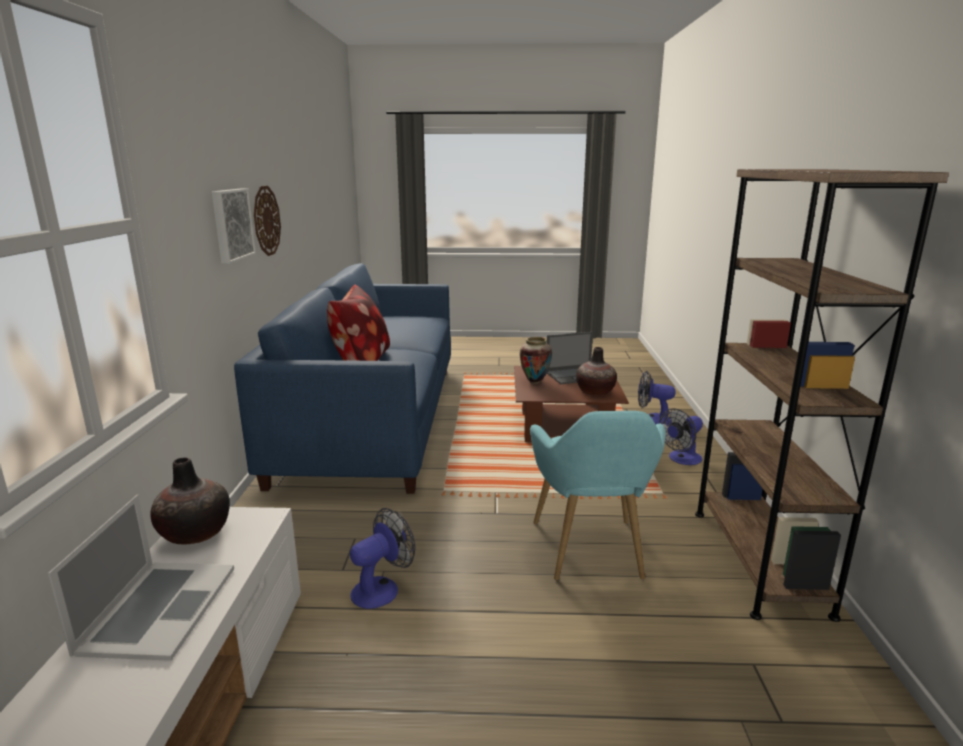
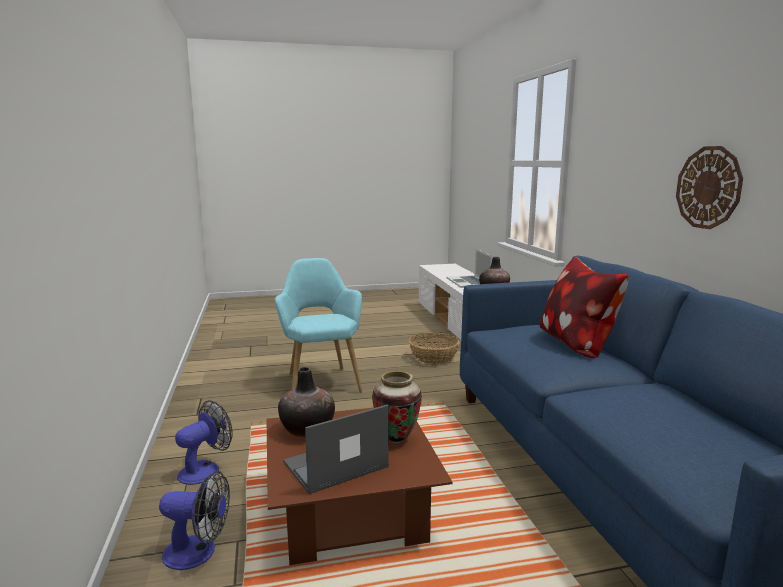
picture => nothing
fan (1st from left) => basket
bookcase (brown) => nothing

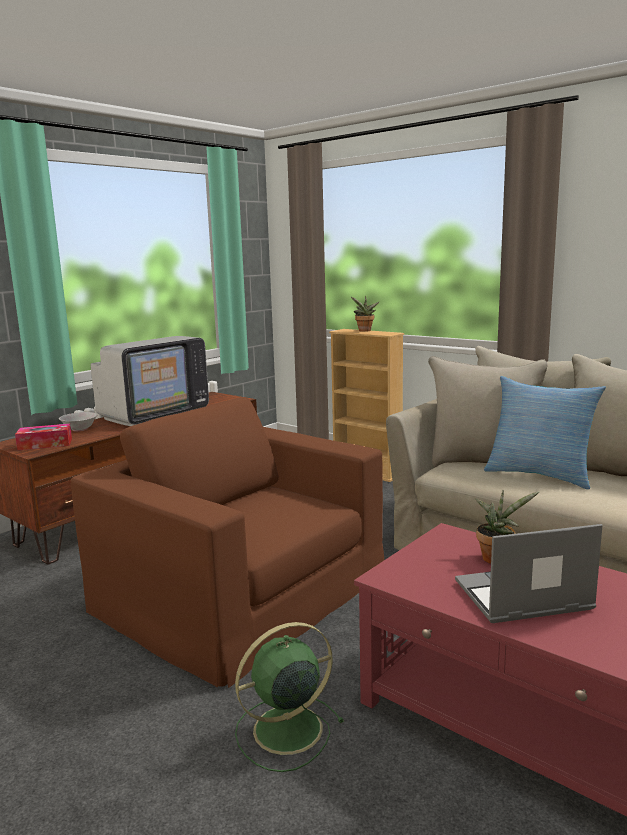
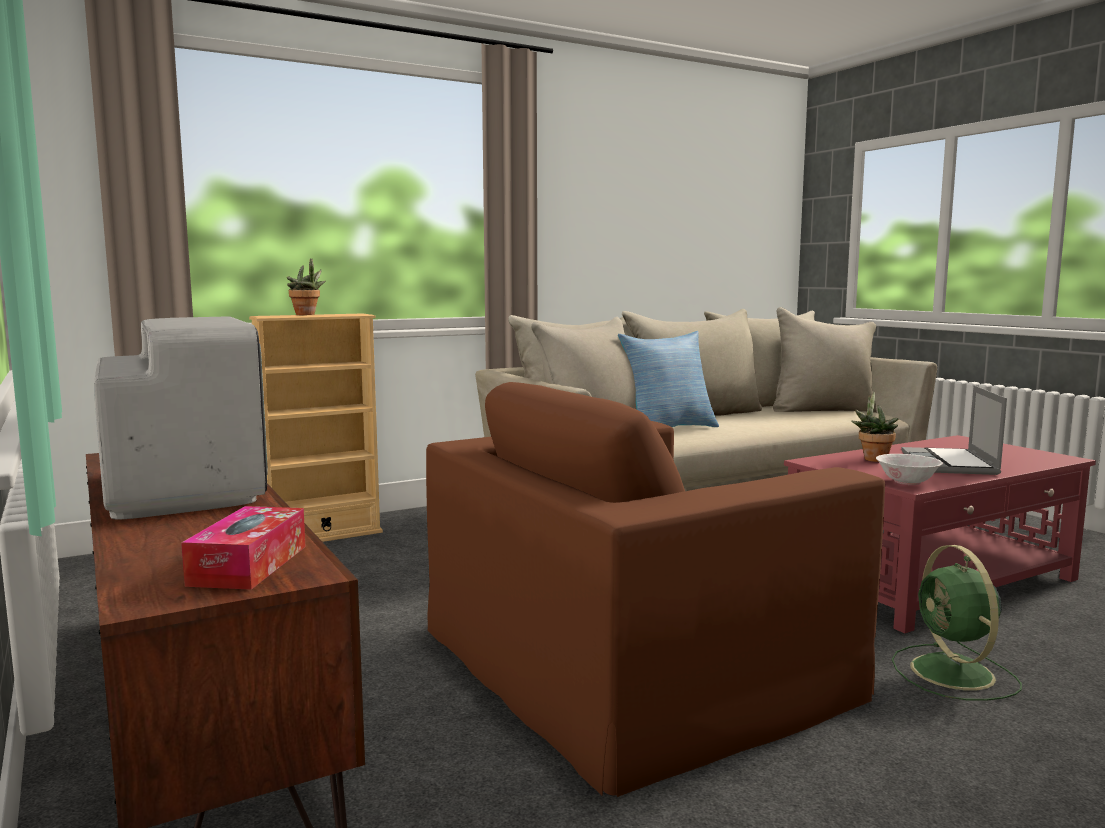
bowl (white), move

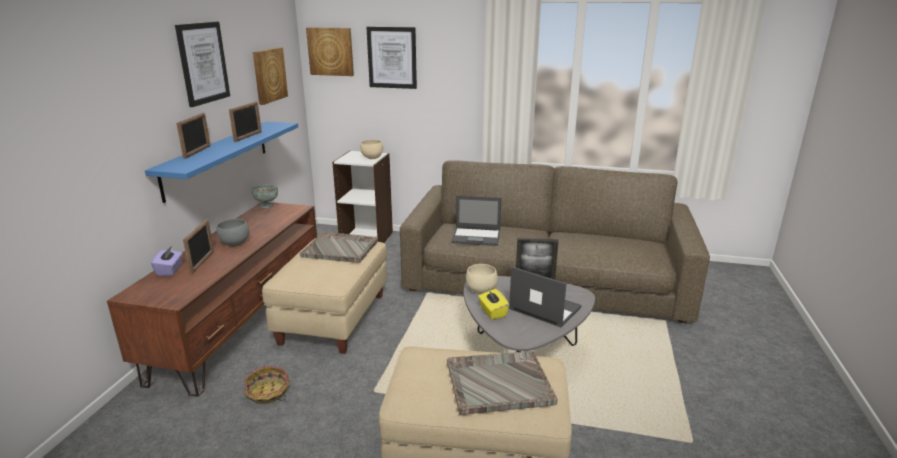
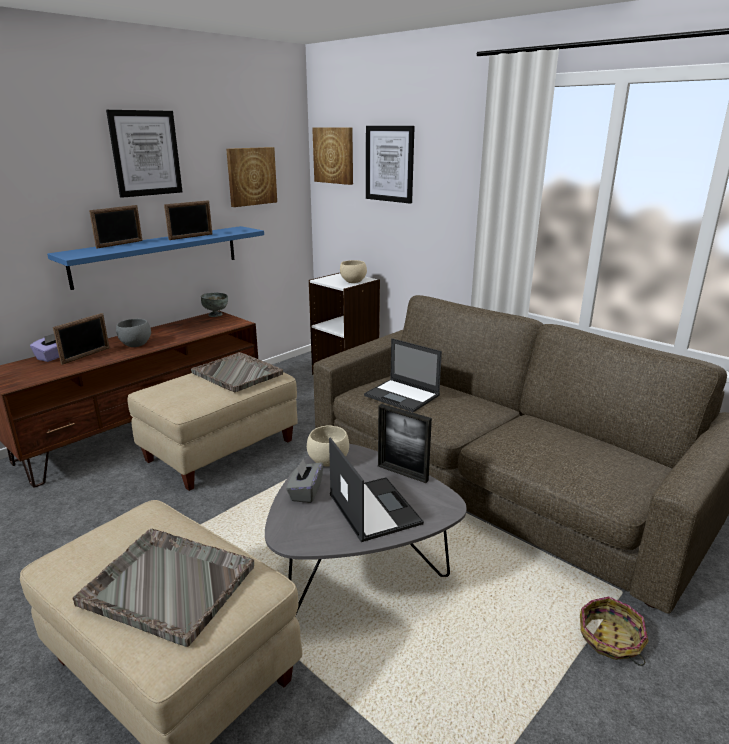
basket, move
tissue box (yellow) => tissue box (grey)

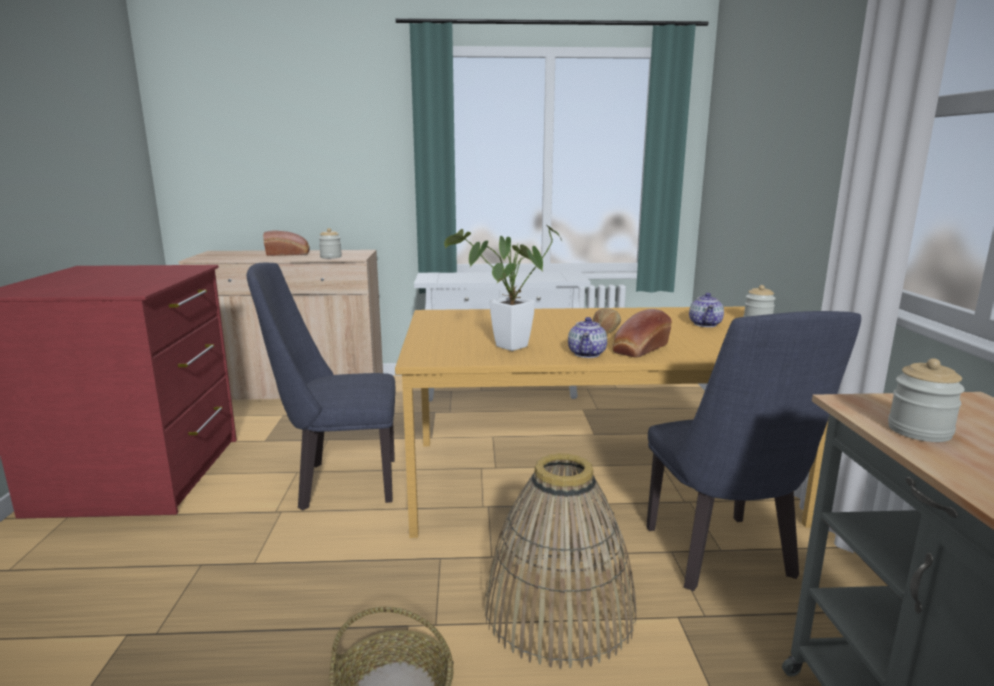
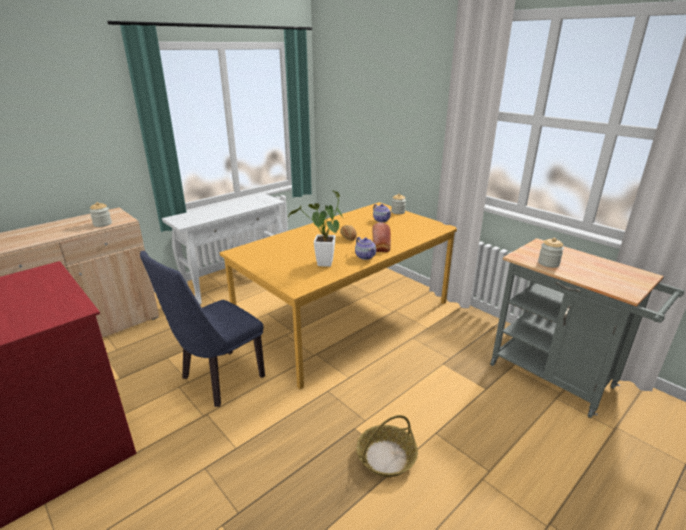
bread (1st from left) => nothing
basket (2nd from left) => nothing
chair (blue) (2nd from left) => nothing

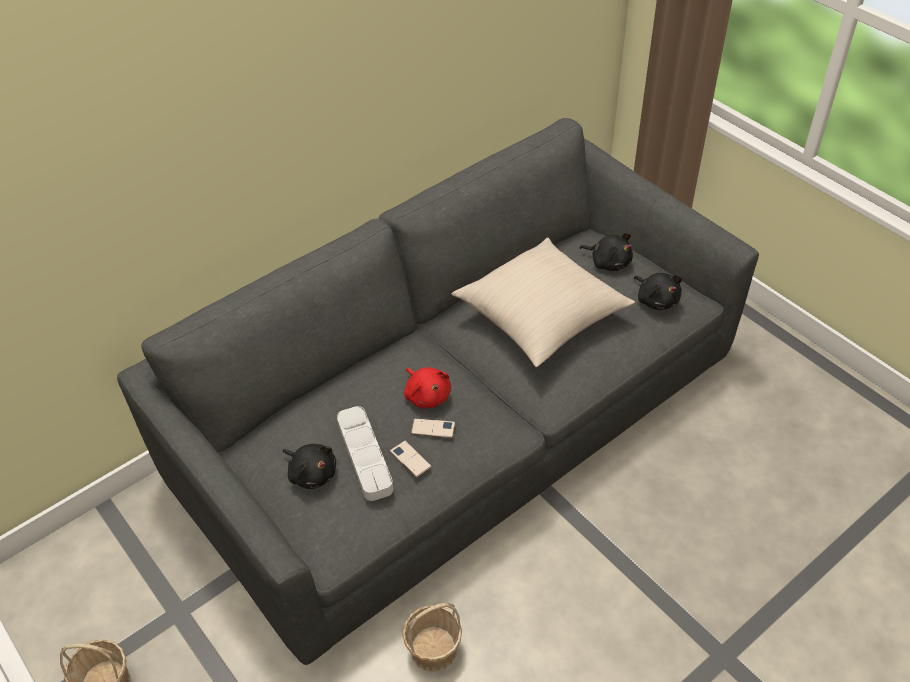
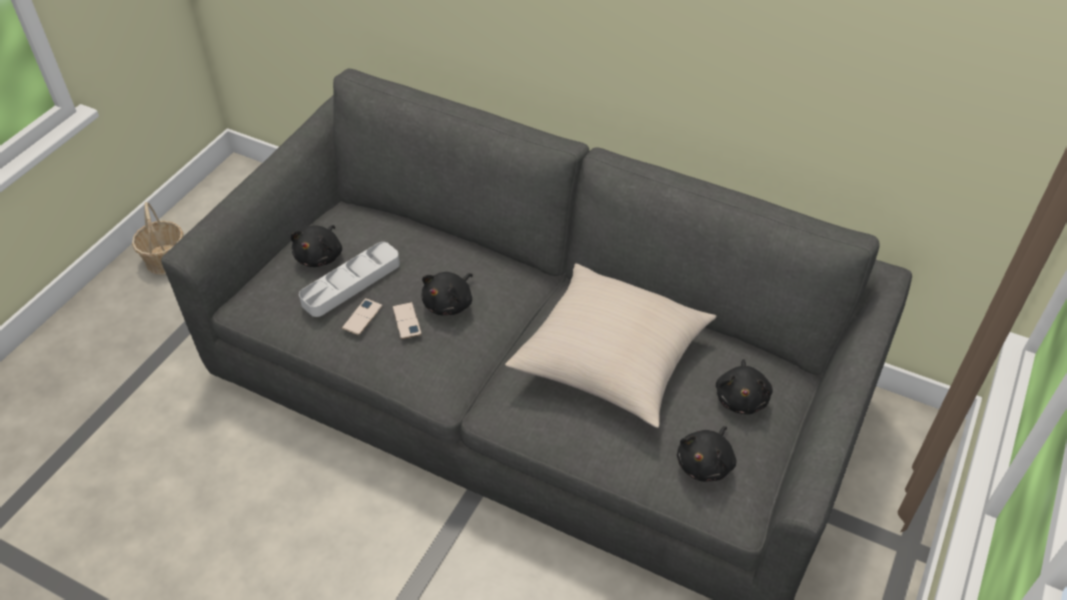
basket (2nd from left) => nothing
plush toy (red) => plush toy (black) (2nd from left)

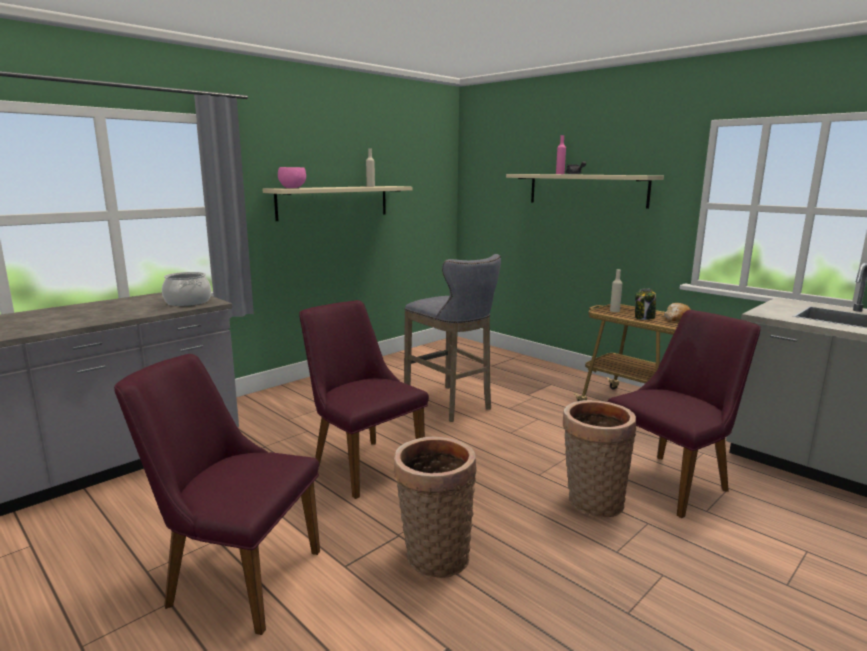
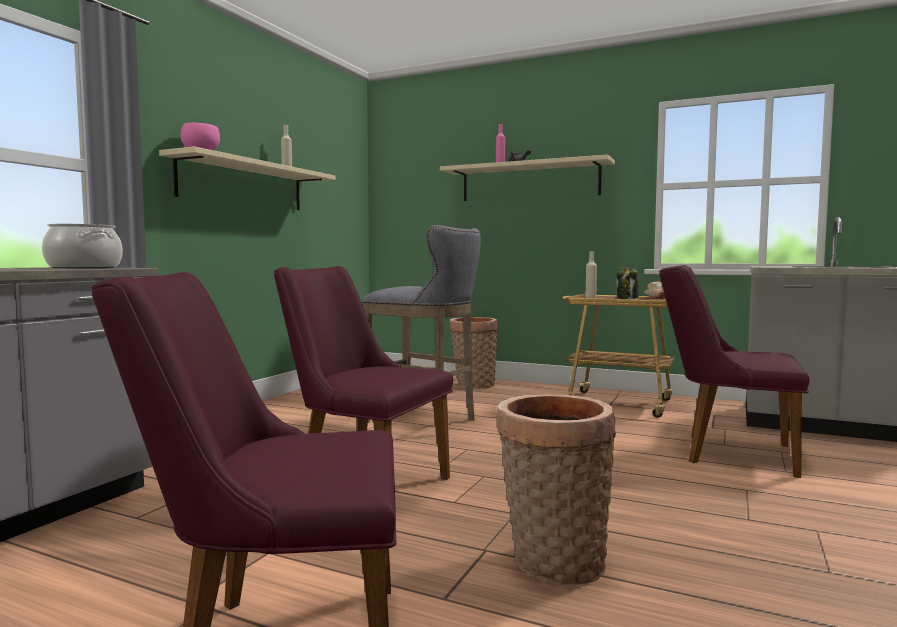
basket (2nd from left in the first image) => basket (1st from left), move
chair (purple) (3rd from left), 105 degrees counterclockwise

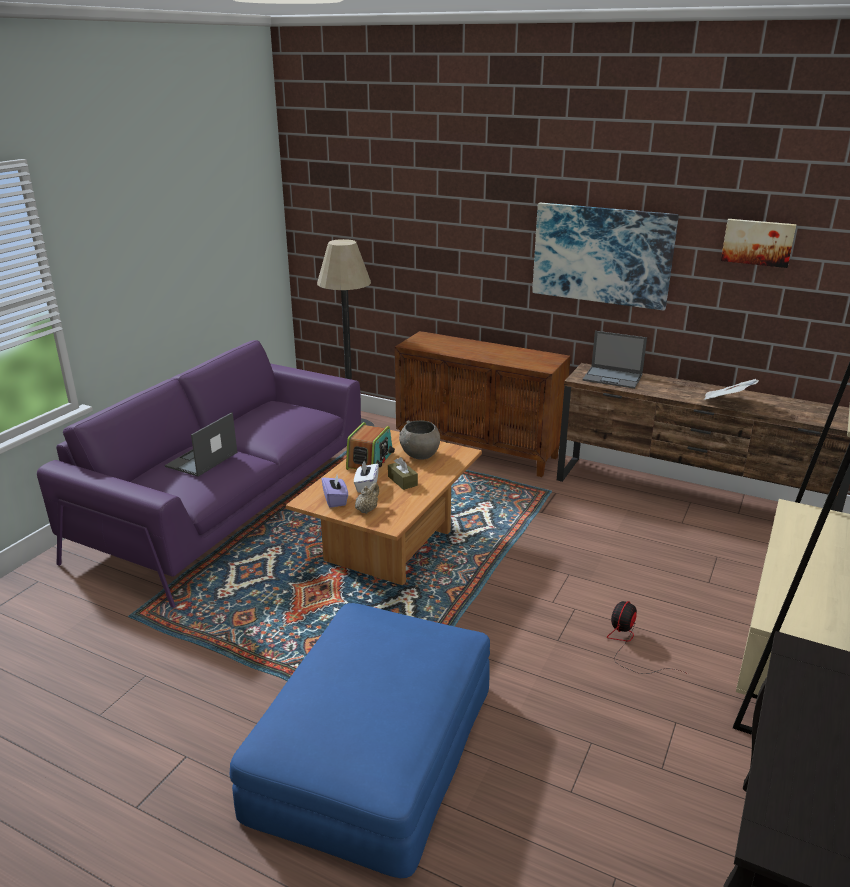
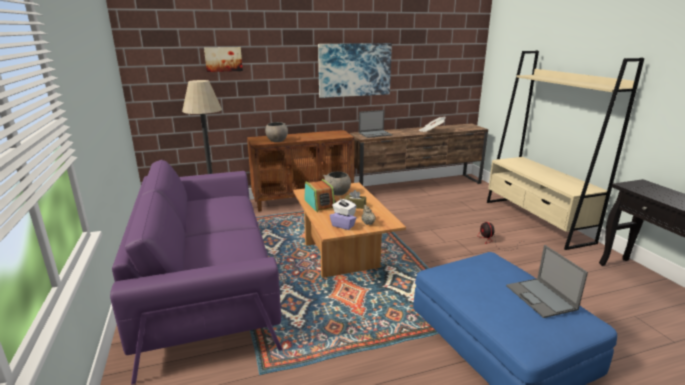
laptop (1st from left in the first image) => laptop (2nd from left), move
picture (2nd from left in the first image) => picture (1st from left), move
nothing => bowl (grey) (1st from left)

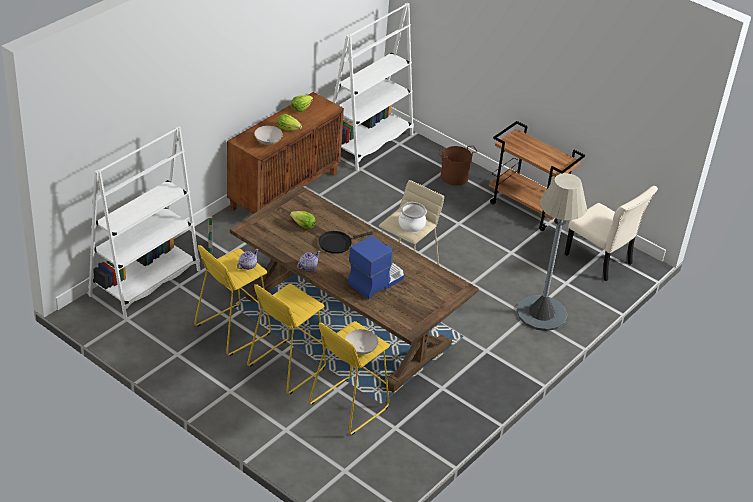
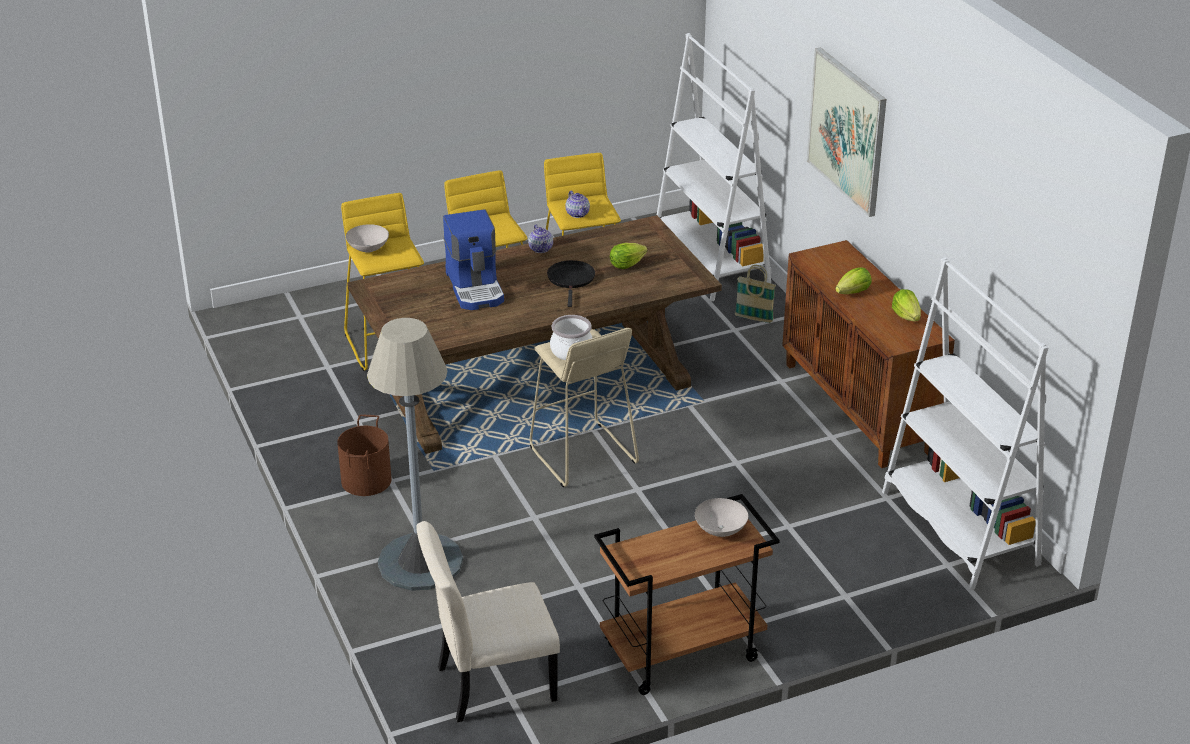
bowl (white) (1st from left in the first image) => bowl (white) (2nd from left), move
bucket (brown), move
nothing => picture

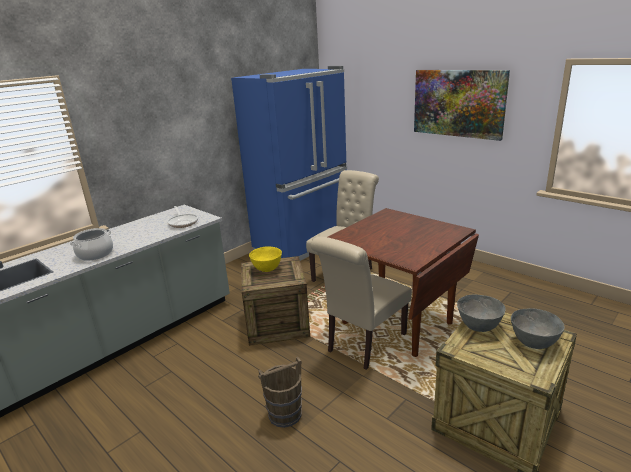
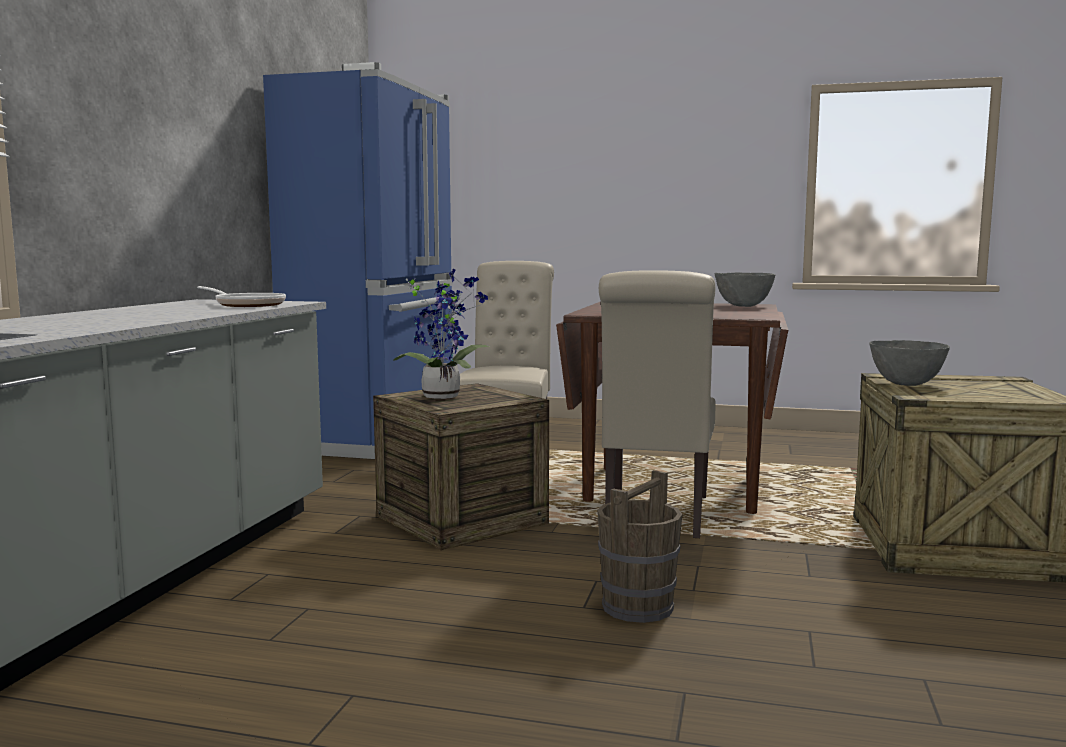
cooking pot => nothing
bowl (yellow) => potted plant
picture => nothing
bowl (grey) (2nd from left in the first image) => bowl (grey) (1st from left), move

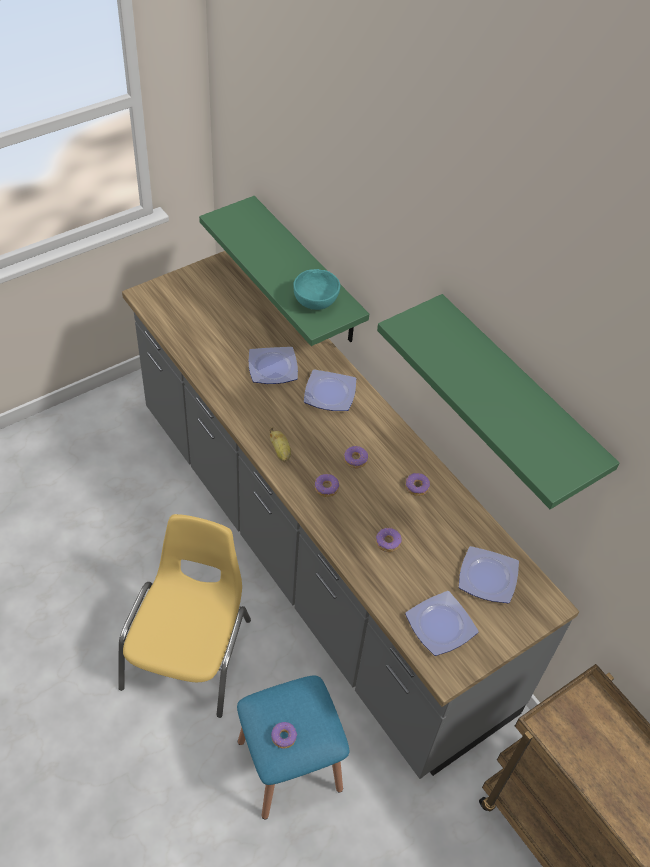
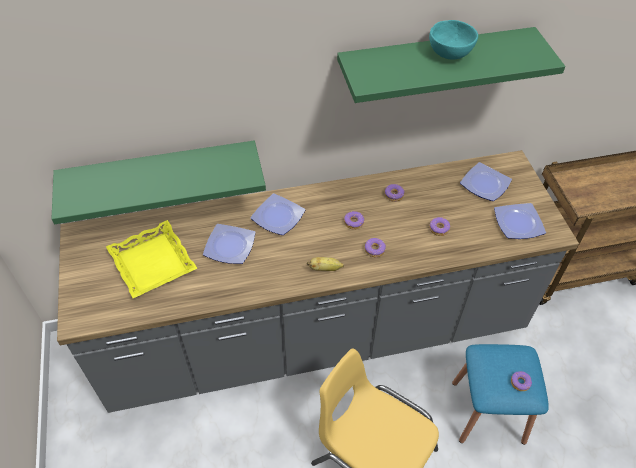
bowl (turquoise), move
nothing => tray (yellow)

